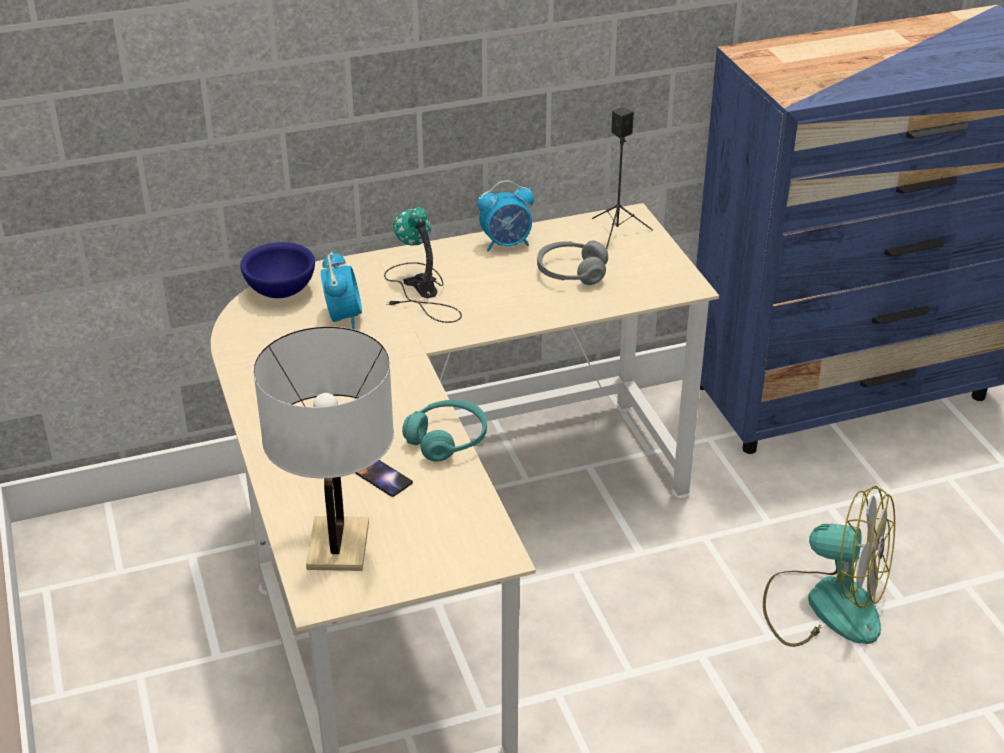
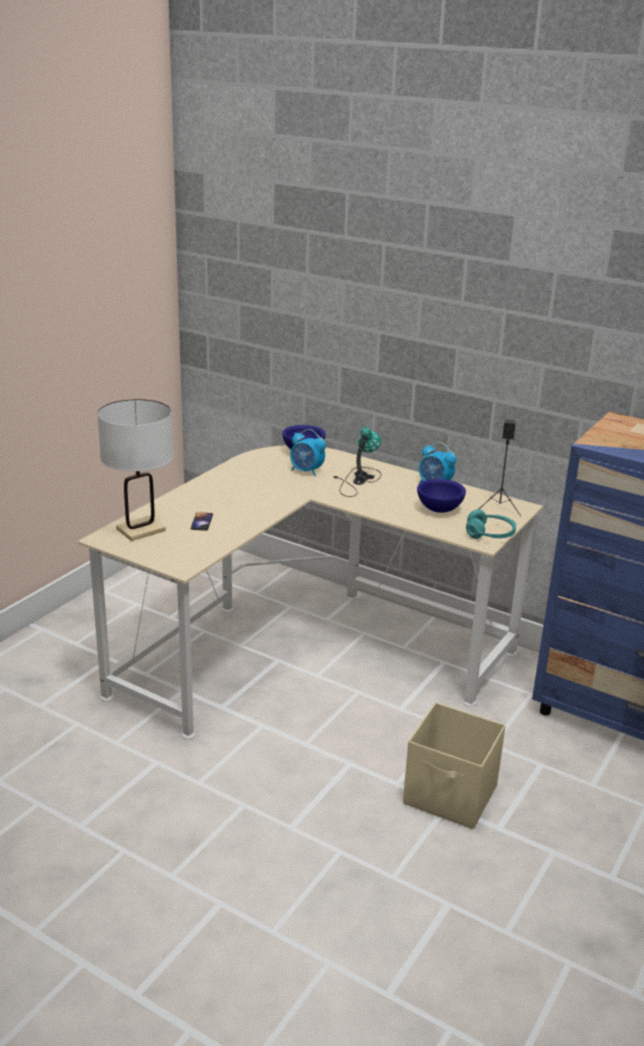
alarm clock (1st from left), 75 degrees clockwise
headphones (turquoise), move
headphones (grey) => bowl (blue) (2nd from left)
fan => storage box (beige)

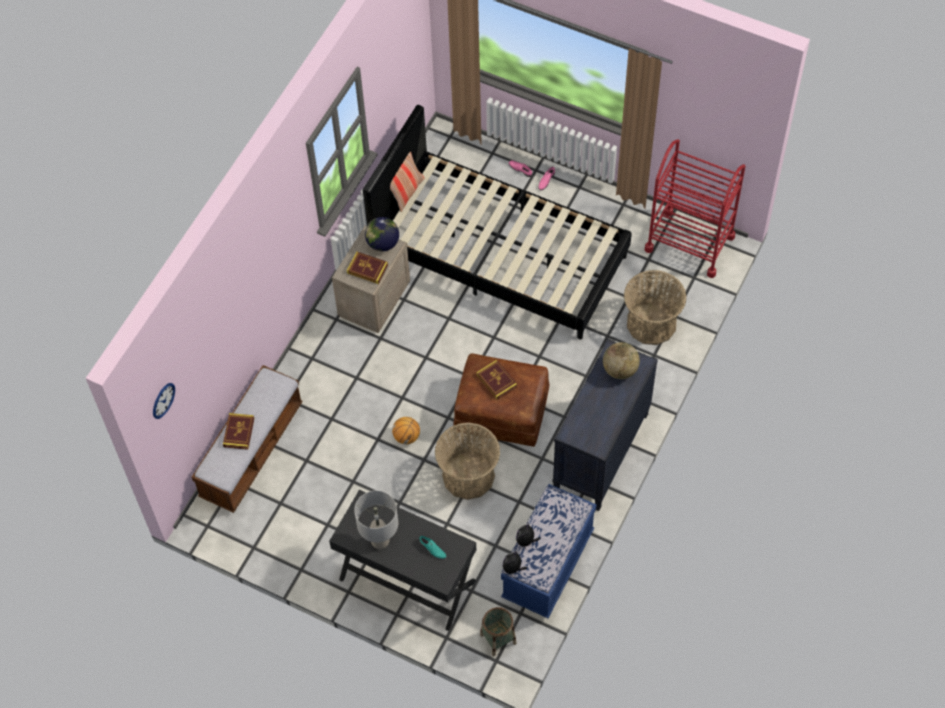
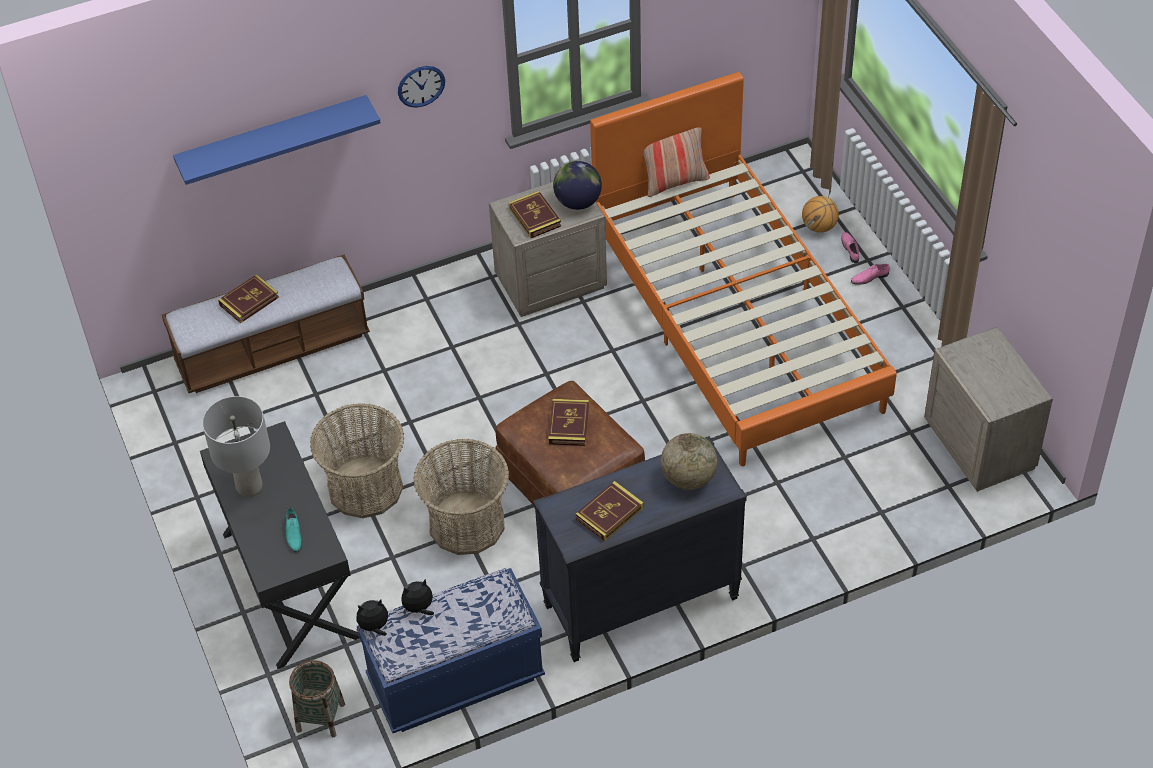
wall clock, move
bed (black) => bed (orange)
basketball, move
basket (3rd from left in the first image) => basket (2nd from left), move
cart (red) => nightstand (beige) (2nd from left)
nothing => shelf (blue)
nothing => book (4th from left)

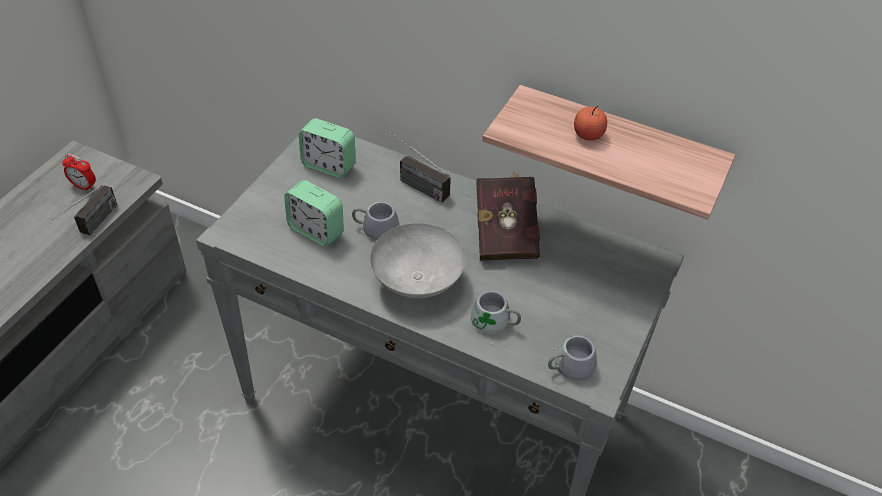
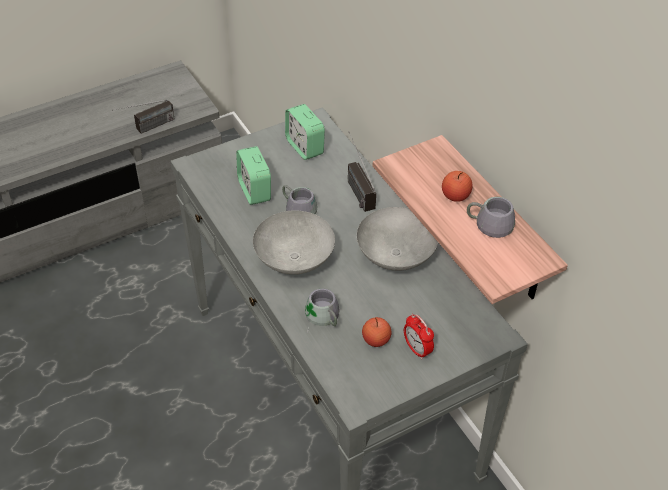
alarm clock (1st from left in the first image) => alarm clock (3rd from left), move
book (red) => bowl (grey) (2nd from left)
mug (grey) (3rd from left), move
nothing => apple (1st from left)

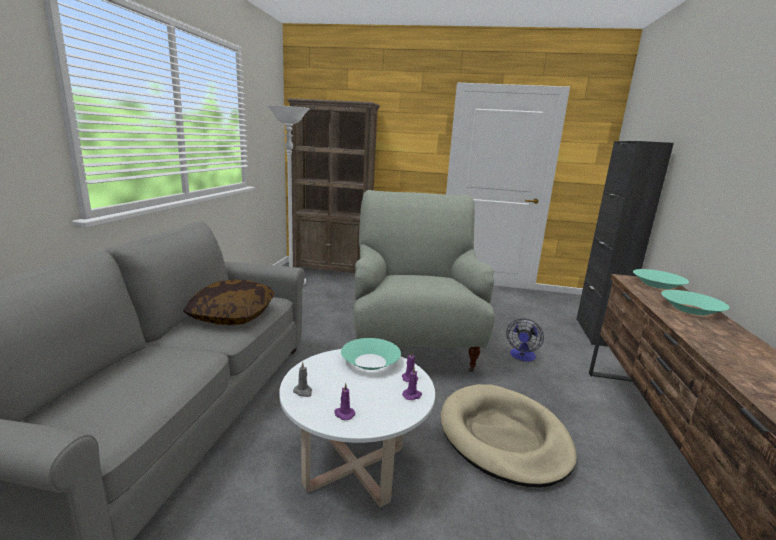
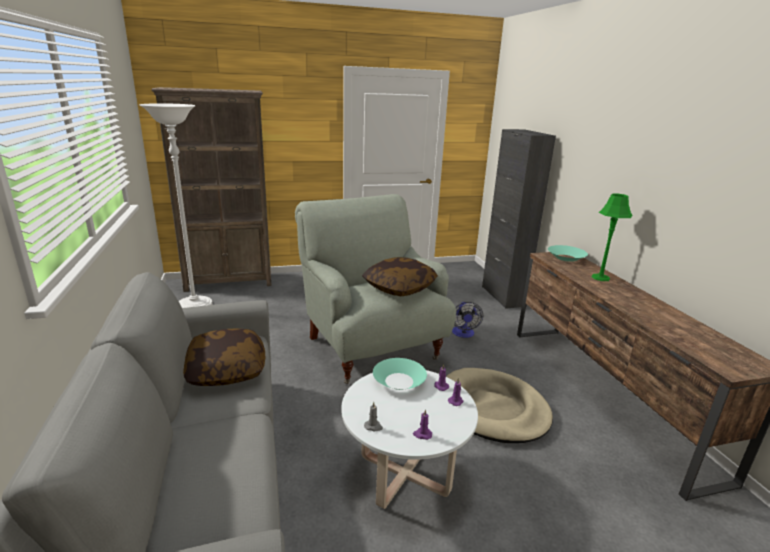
bowl (turquoise) (3rd from left) => table lamp (green)
nothing => pillow (2nd from left)

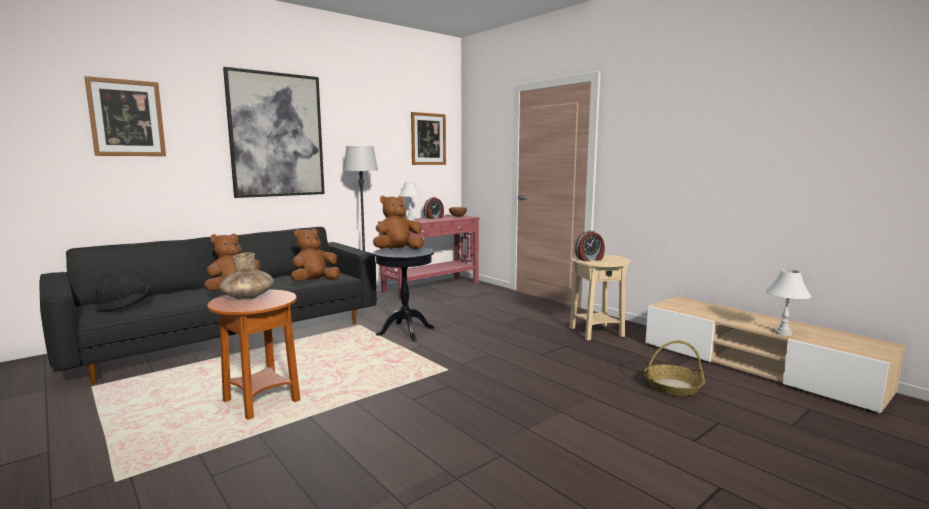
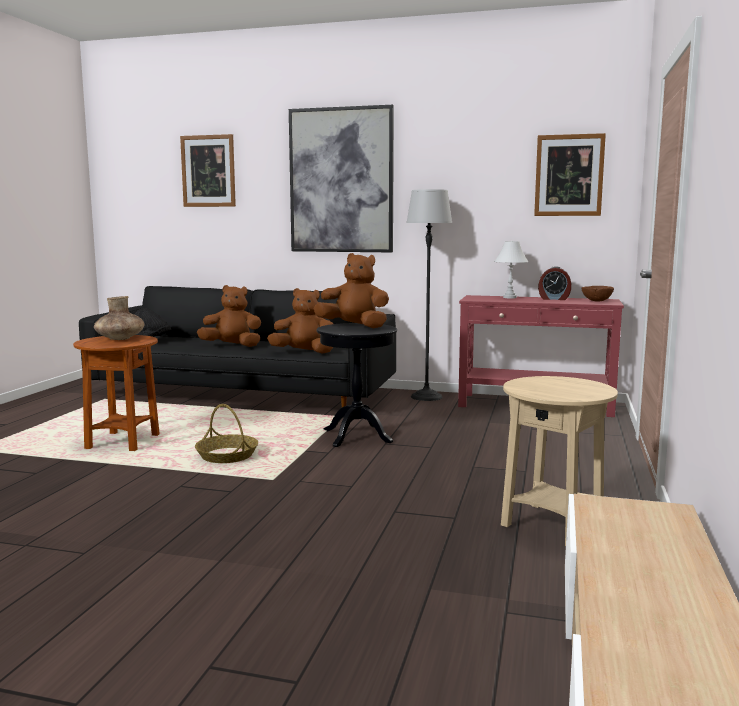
alarm clock (2nd from left) => nothing
basket, move
table lamp (white) (2nd from left) => nothing

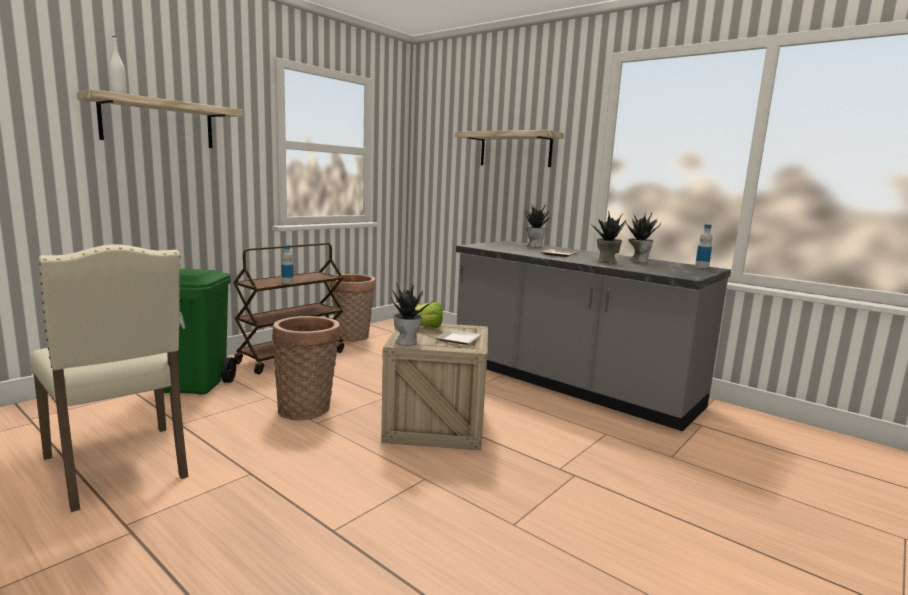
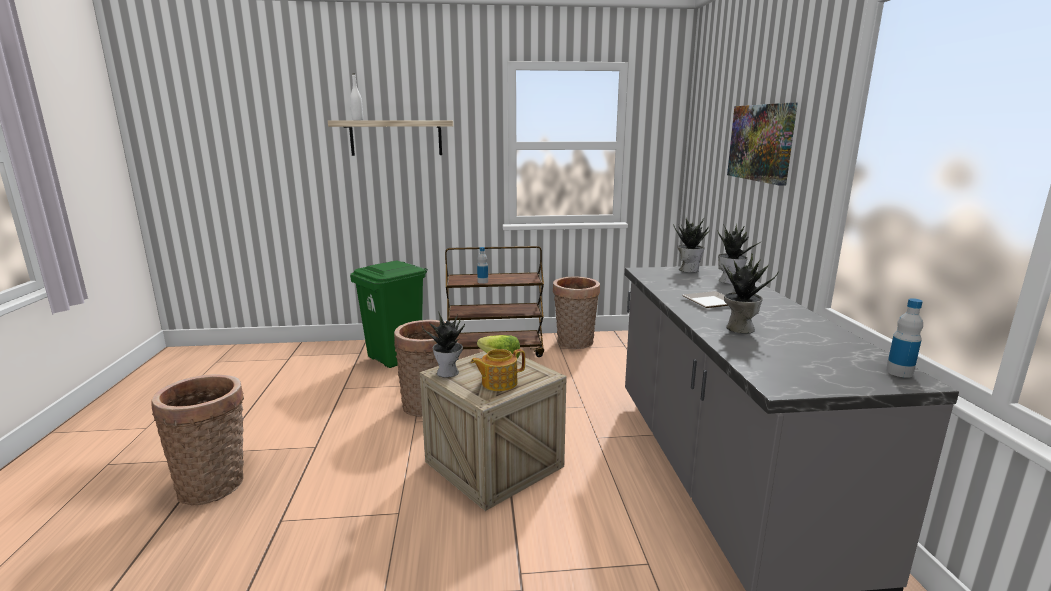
chair (beige) => nothing
plate (1st from left) => teapot
shelf (2nd from left) => picture
potted plant (4th from left in the first image) => potted plant (2nd from left), move
nothing => basket (1st from left)

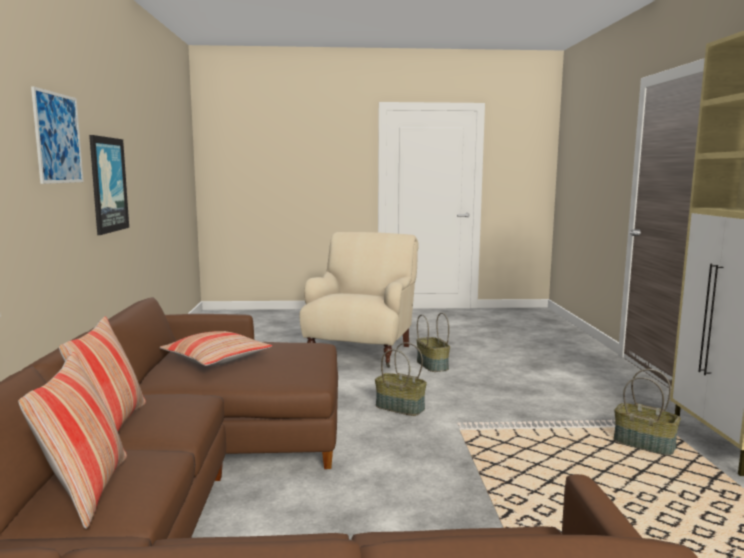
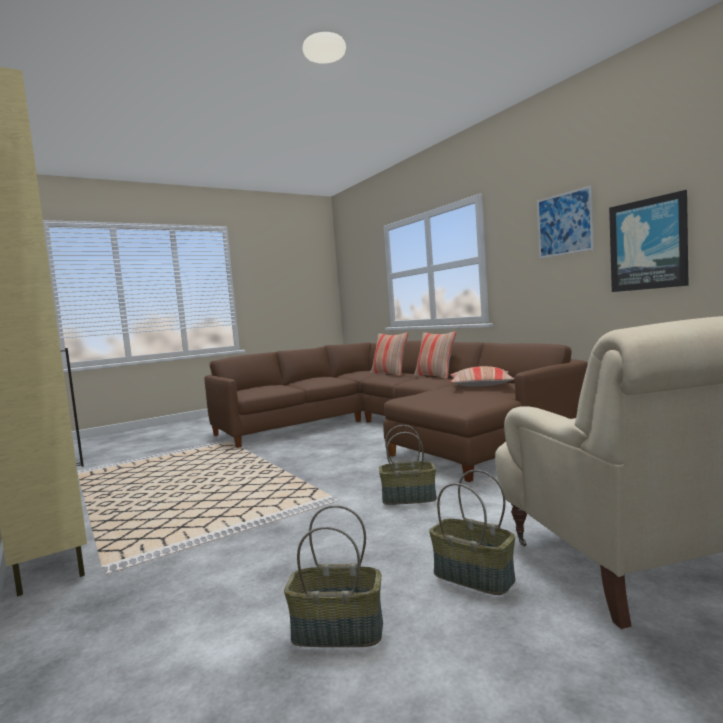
basket (3rd from left in the first image) => basket (1st from left), move

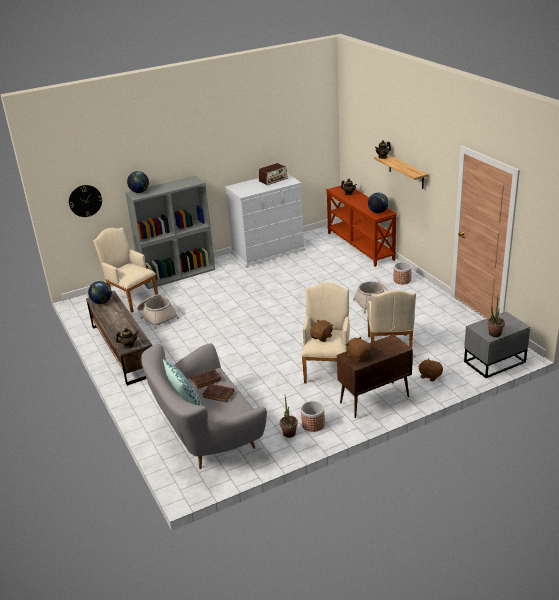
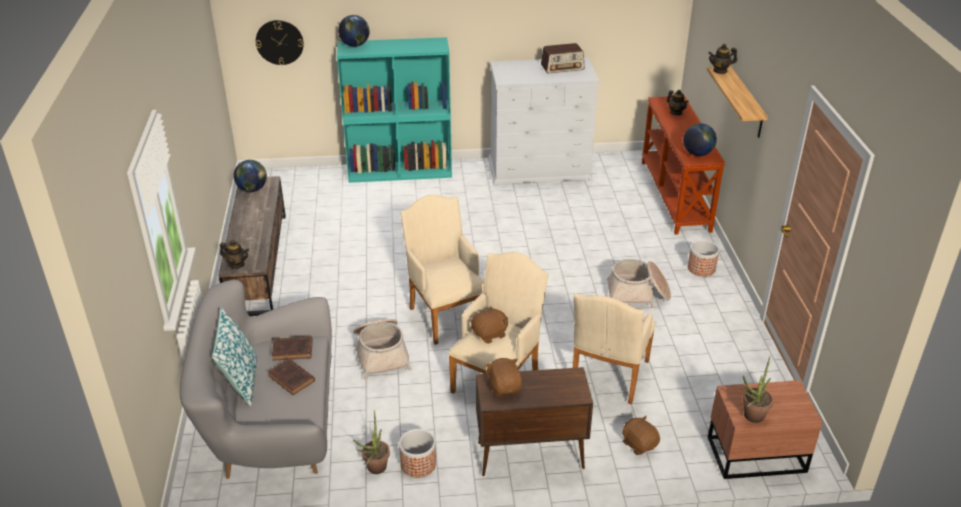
armchair (beige) (1st from left), move
bookcase (grey) => bookcase (turquoise)
basket (1st from left), move
nightstand (grey) => nightstand (brown)

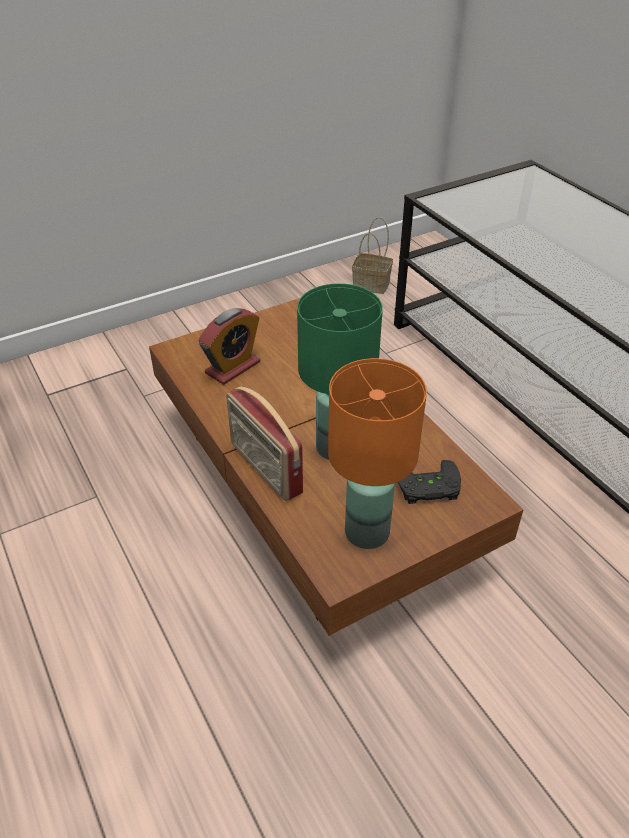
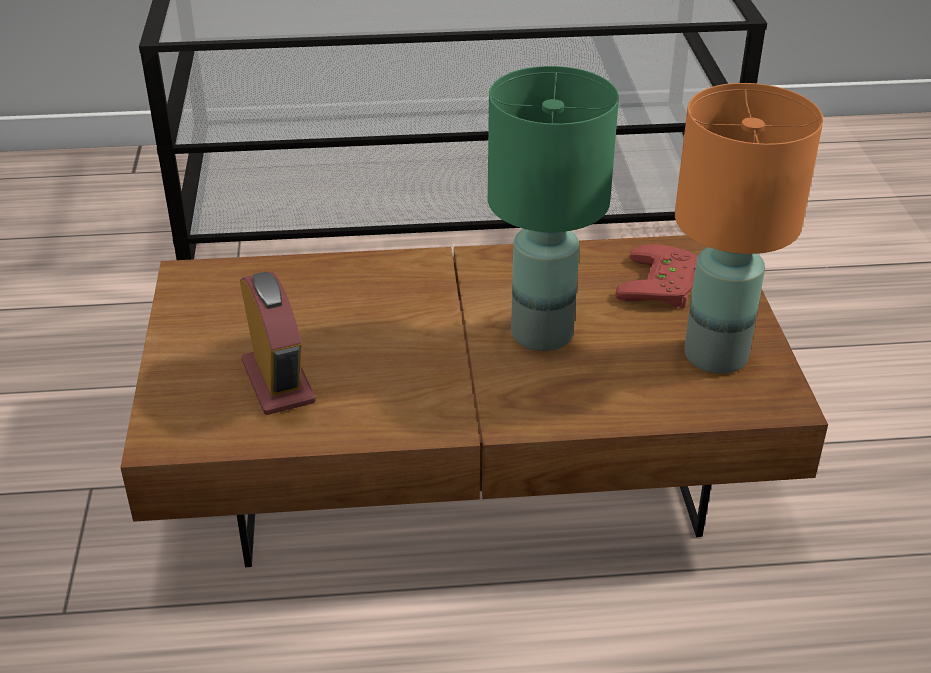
radio => nothing
basket => nothing
game controller (black) => game controller (red)

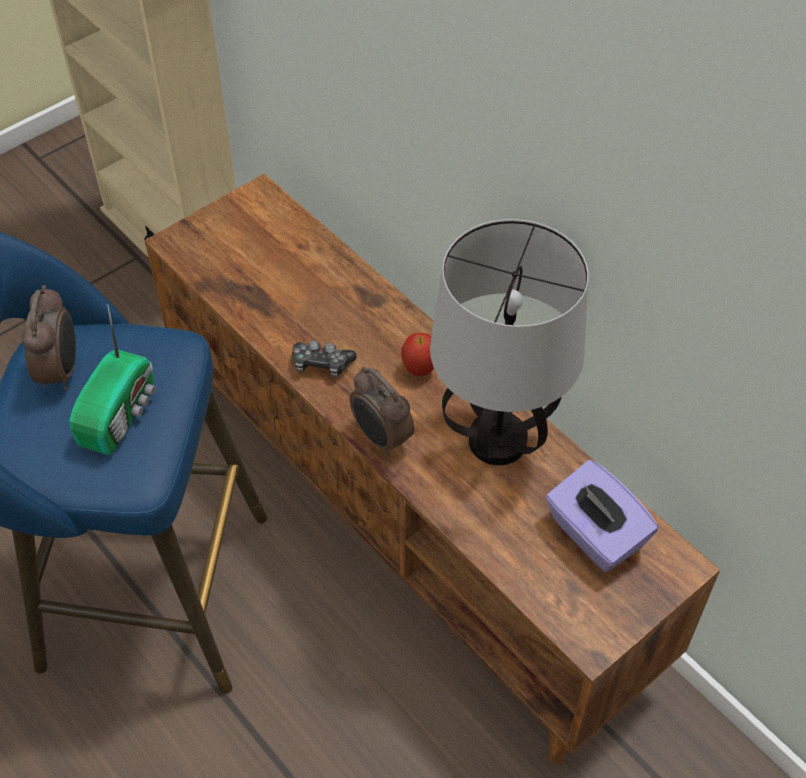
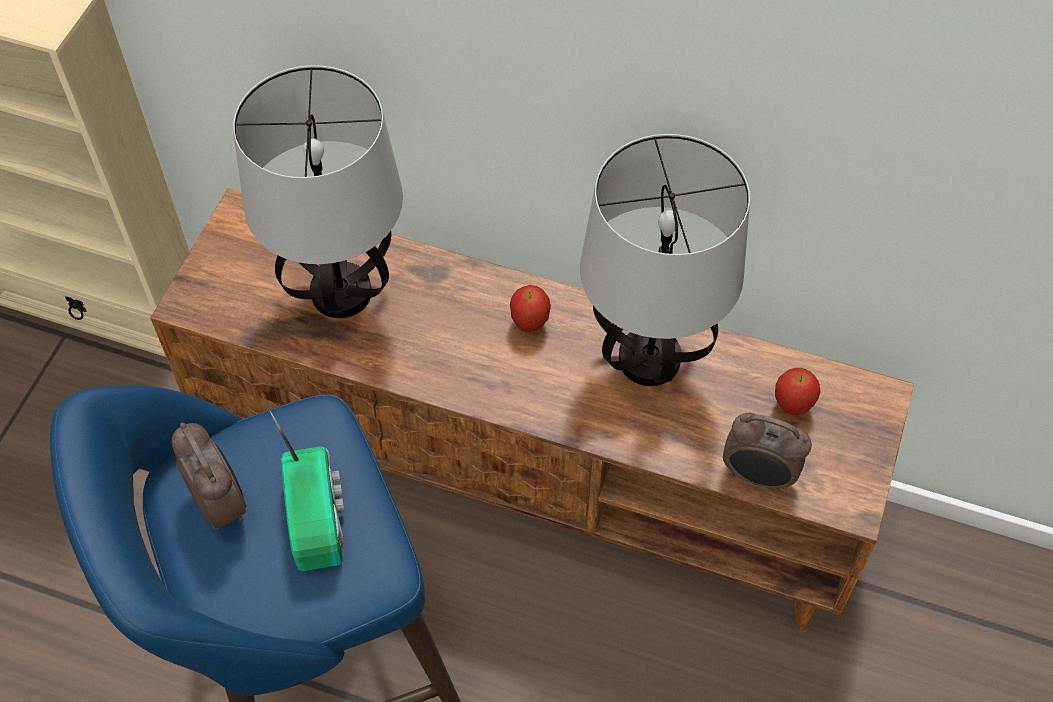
game controller => nothing
alarm clock (2nd from left), move
tissue box (purple) => apple (2nd from left)
nothing => table lamp (1st from left)

